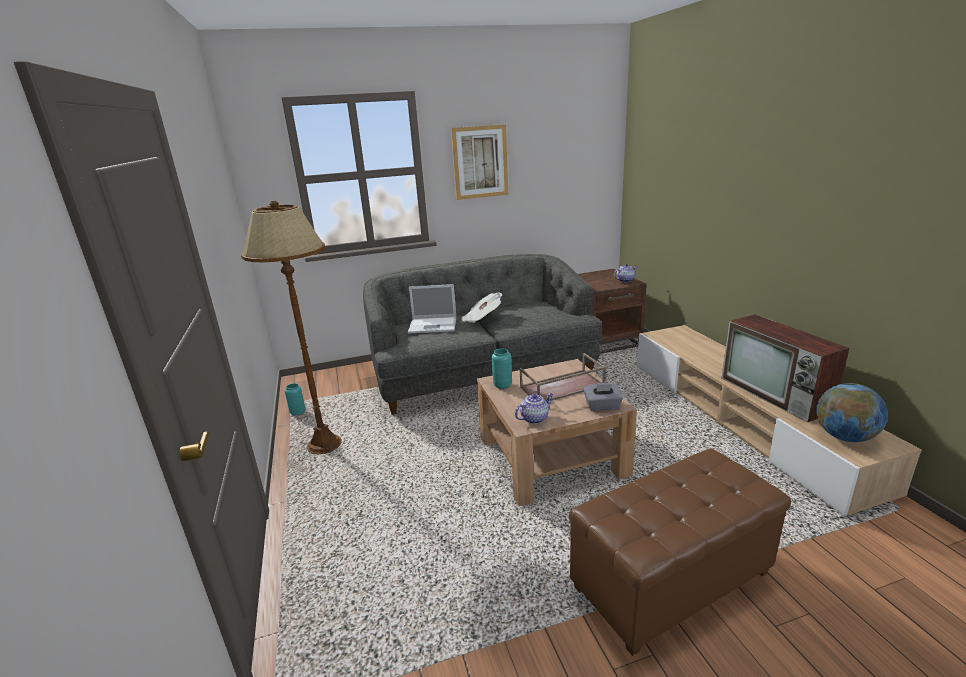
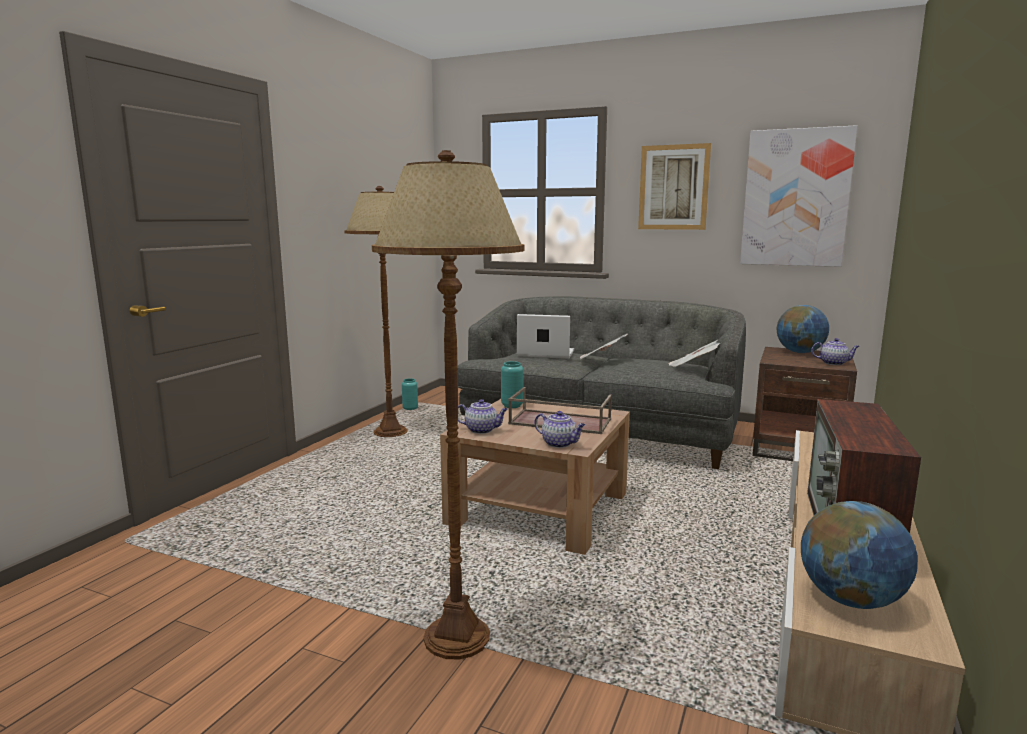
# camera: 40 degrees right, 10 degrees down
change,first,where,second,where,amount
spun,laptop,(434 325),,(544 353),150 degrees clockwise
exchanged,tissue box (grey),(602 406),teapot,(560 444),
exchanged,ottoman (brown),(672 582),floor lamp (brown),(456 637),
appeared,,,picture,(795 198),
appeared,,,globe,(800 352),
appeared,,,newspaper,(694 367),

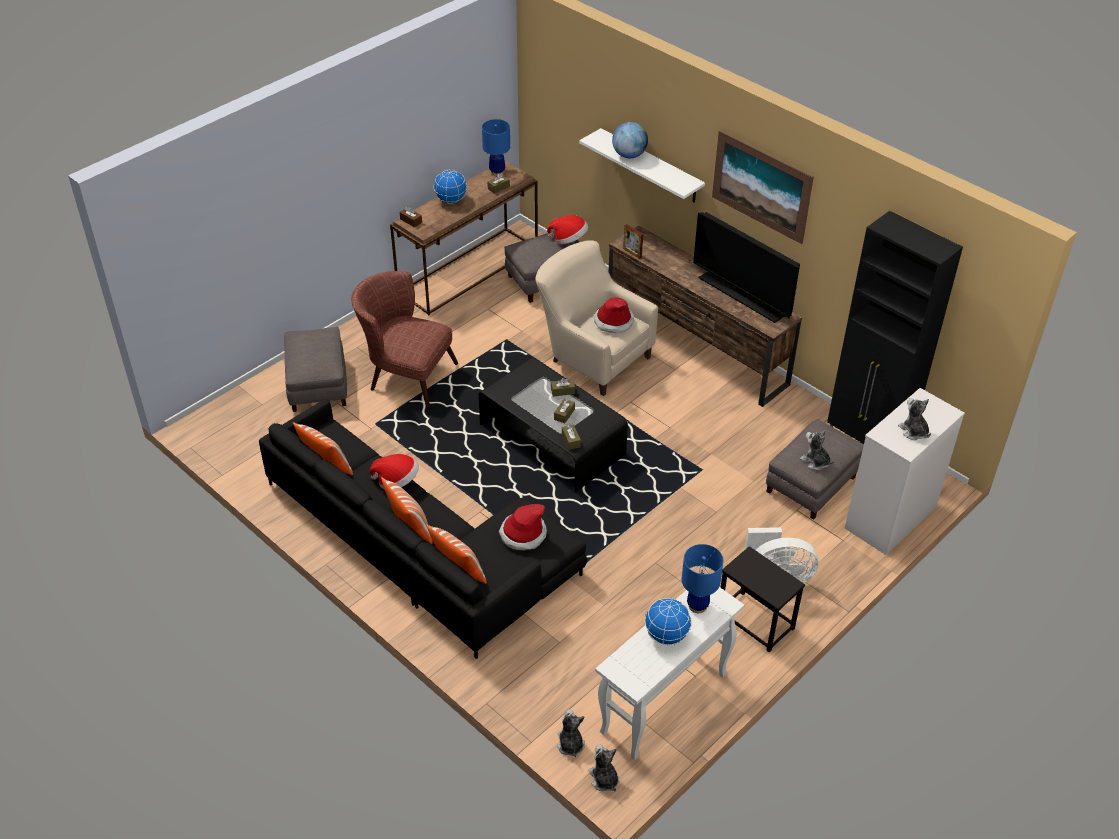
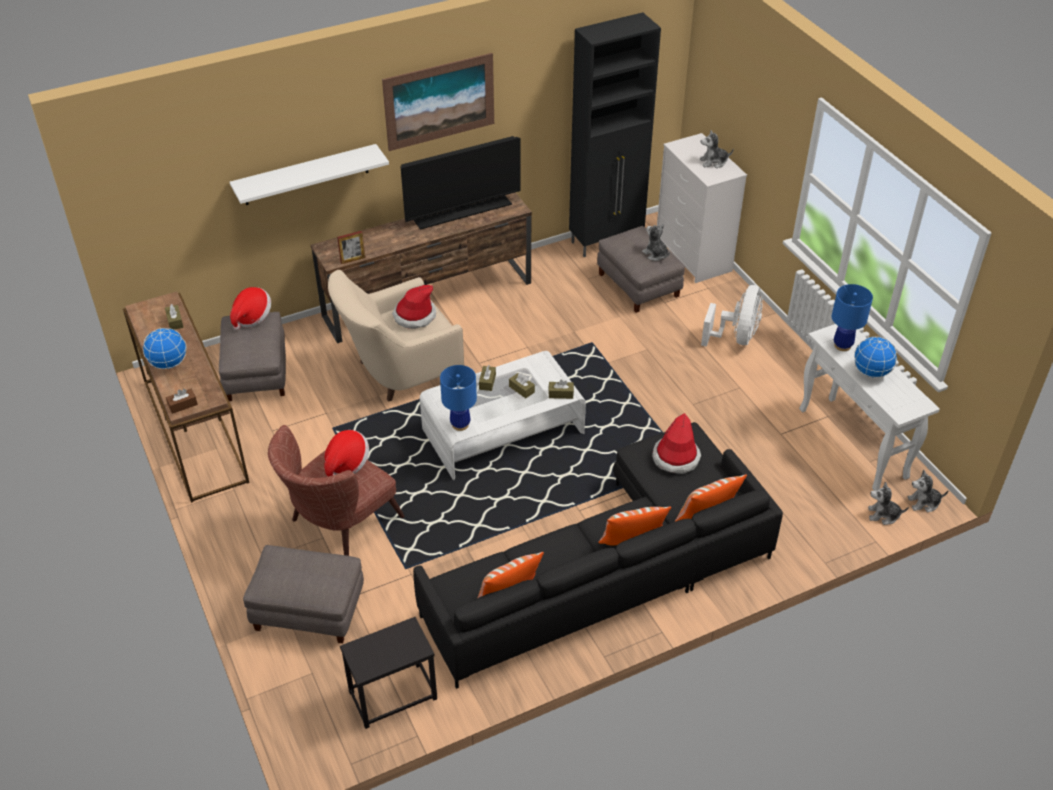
# camera: 70 degrees left, 0 degrees up
change,first,where,second,where,amount
relocated,table lamp (blue),(497 172),,(460 424),
missing,globe,(629 155),,,
colour,coffee table (black),(552 439),coffee table (white),(503 431),
spun,plush toy,(815 461),,(655 254),75 degrees clockwise
relocated,hat,(397 481),,(346 464),
relocated,side table (black),(754 621),,(393 696),

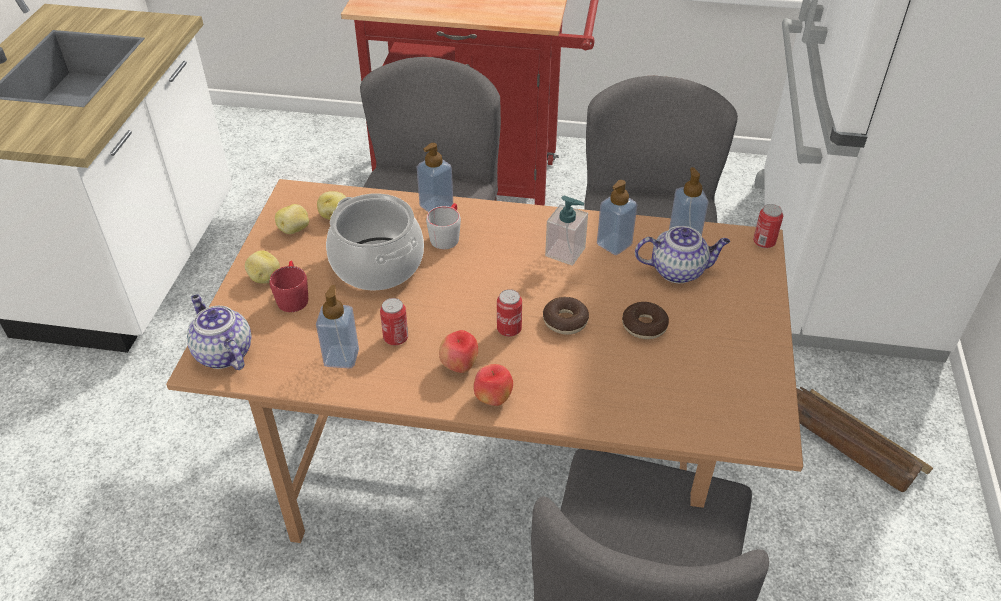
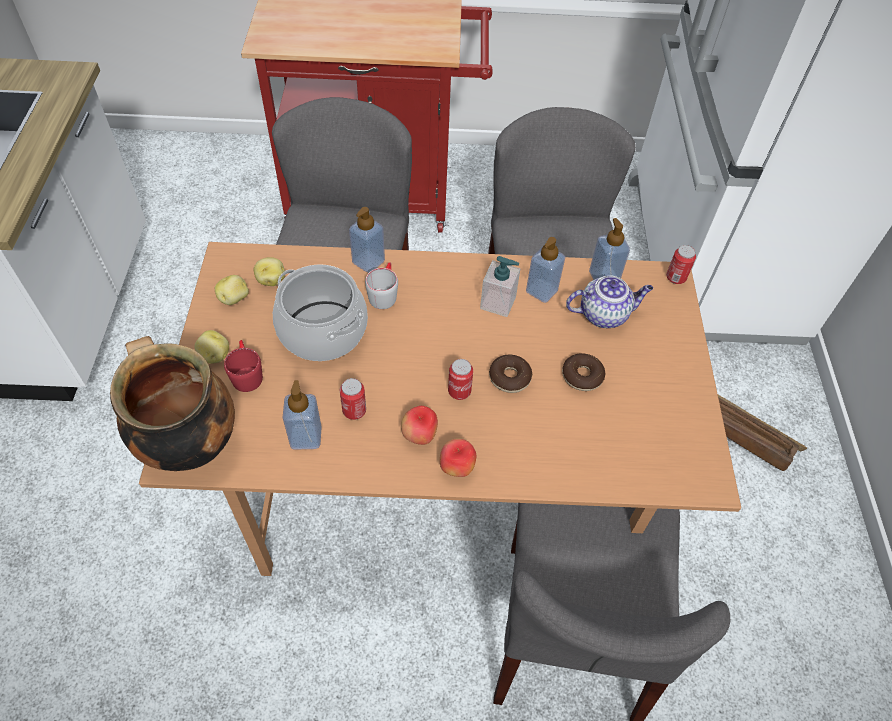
# camera: 10 degrees left, 10 degrees up
change,first,where,second,where,amount
exchanged,teapot,(223 353),cooking pot,(189 443),

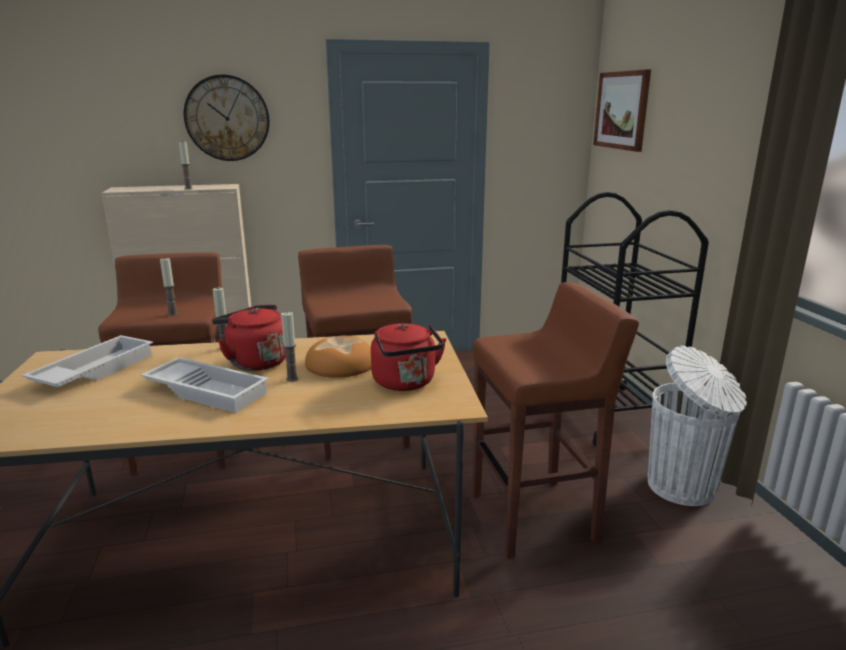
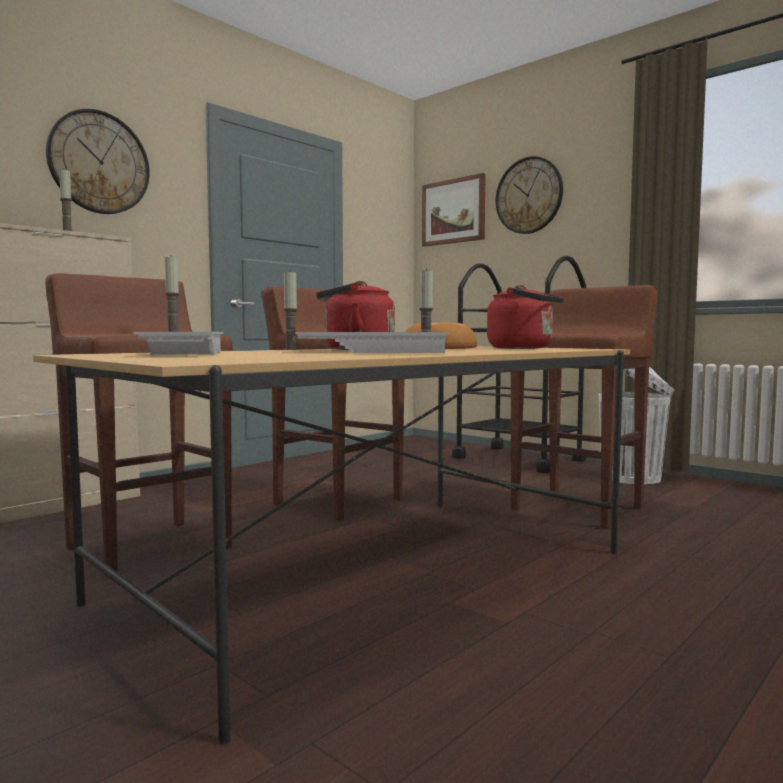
# camera: 35 degrees left, 15 degrees down
change,first,where,second,where,amount
appeared,,,wall clock,(529 195),

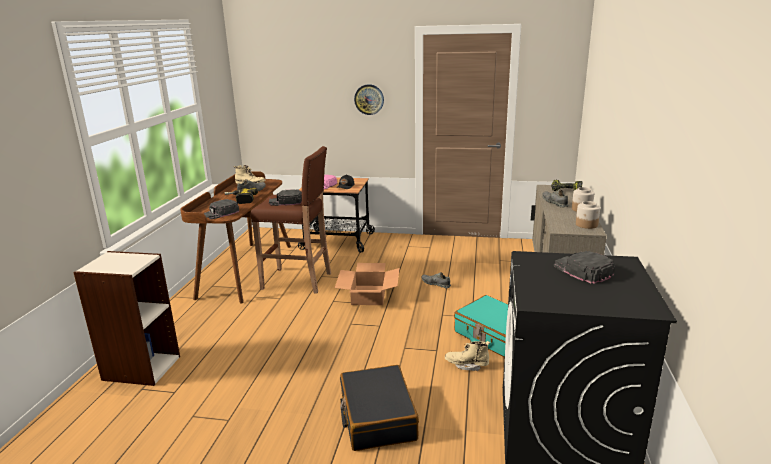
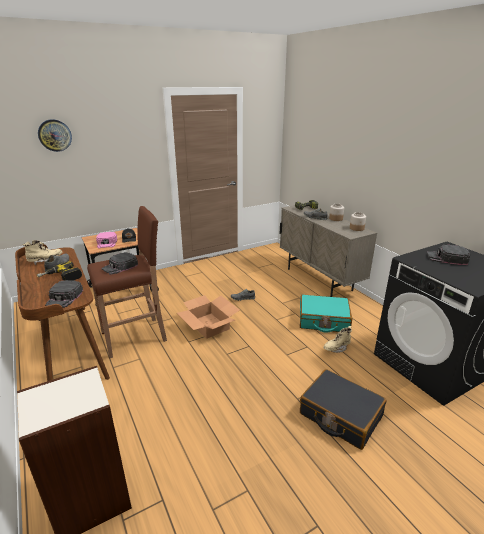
# camera: 40 degrees left, 5 degrees up
change,first,where,second,where,amount
relocated,wall clock,(369 99),,(55 135),

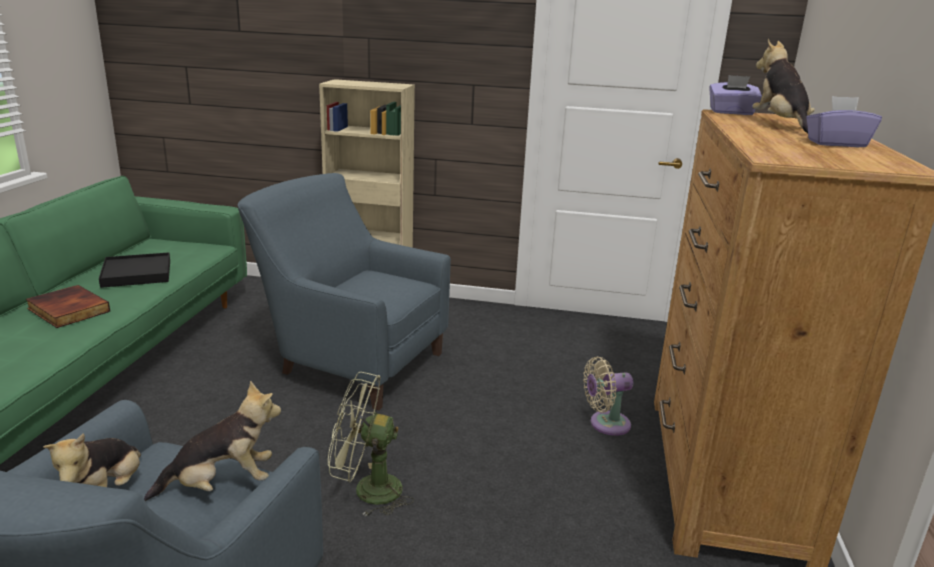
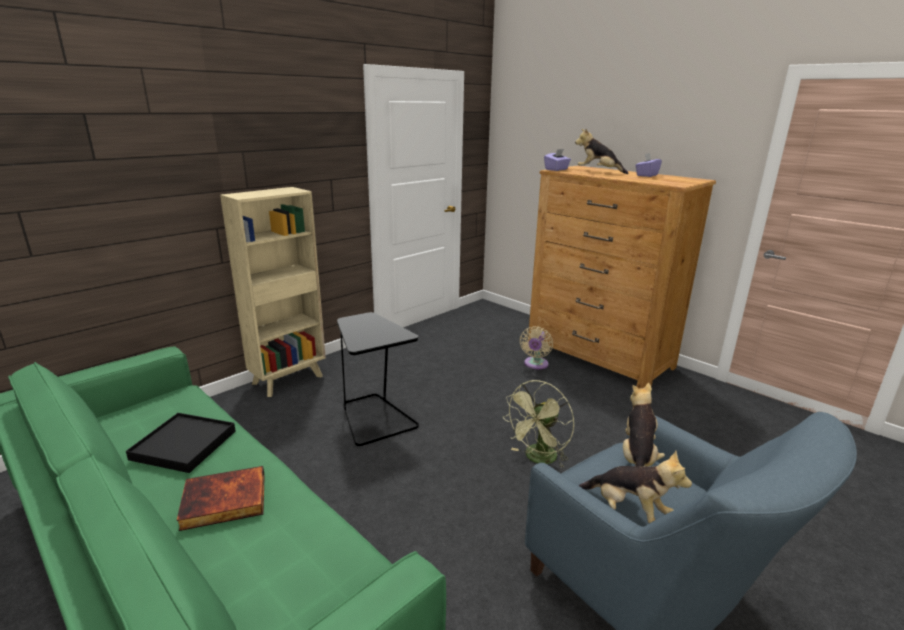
# camera: 55 degrees left, 0 degrees up
change,first,where,second,where,amount
exchanged,armchair (blue),(348 361),side table (black),(374 418),

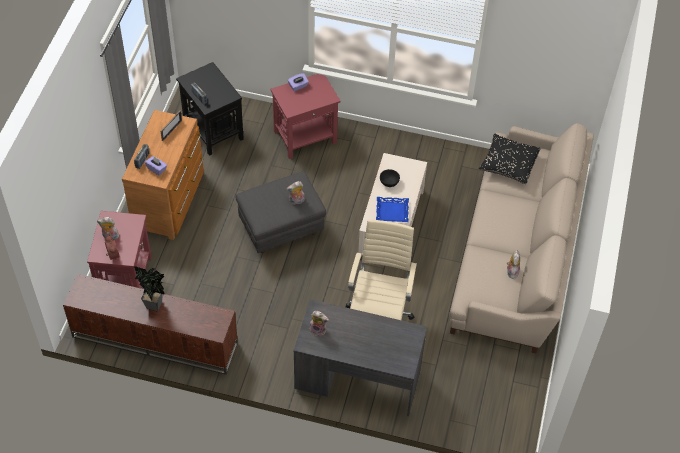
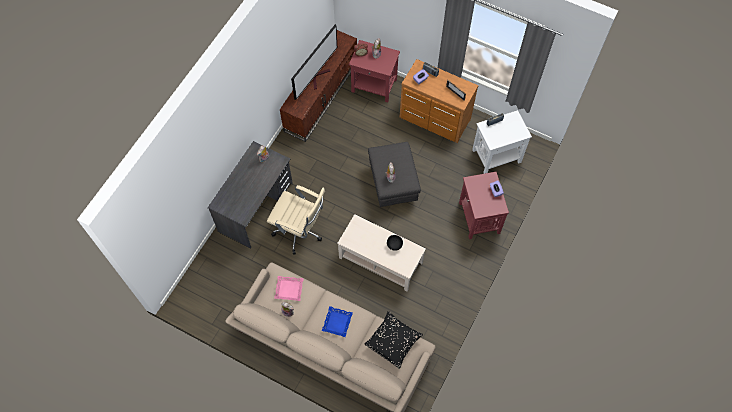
# camera: 105 degrees right, 10 degrees up
change,first,where,second,where,amount
colour,side table (black),(213 130),side table (white),(496 155),
relocated,tray (blue),(392 211),,(337 322),
exchanged,potted plant,(155 307),television,(318 76),
appeared,,,tray (pink),(289 289),

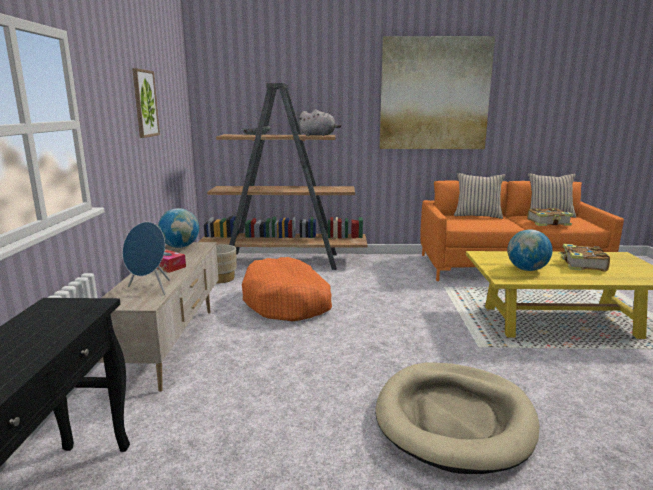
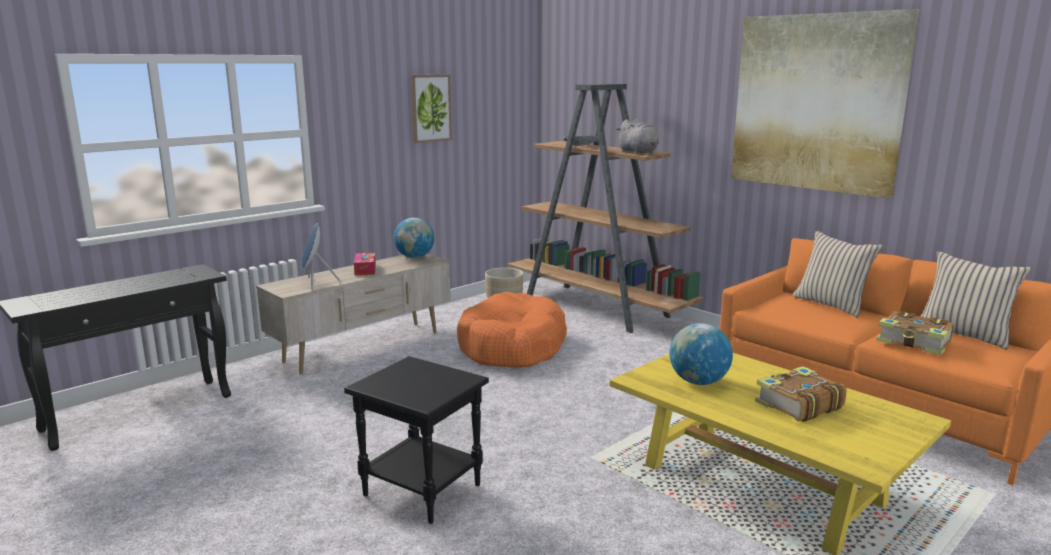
# camera: 45 degrees right, 0 degrees up
change,first,where,second,where,amount
exchanged,dog bed (beige),(454 419),side table (black),(424 489),

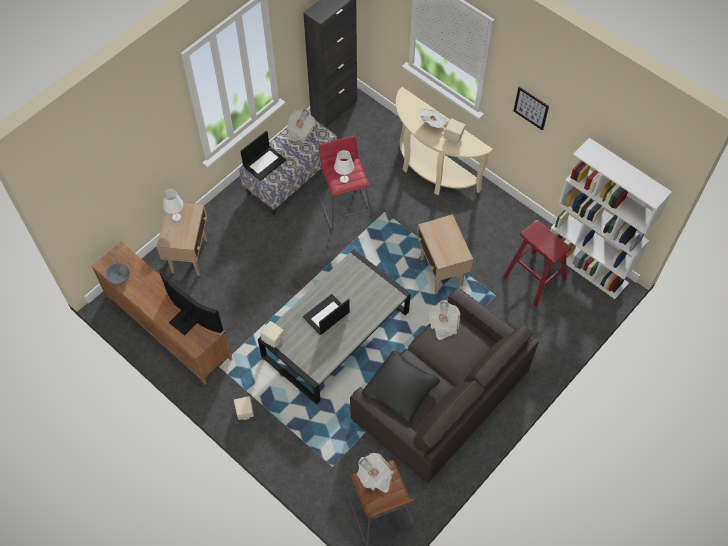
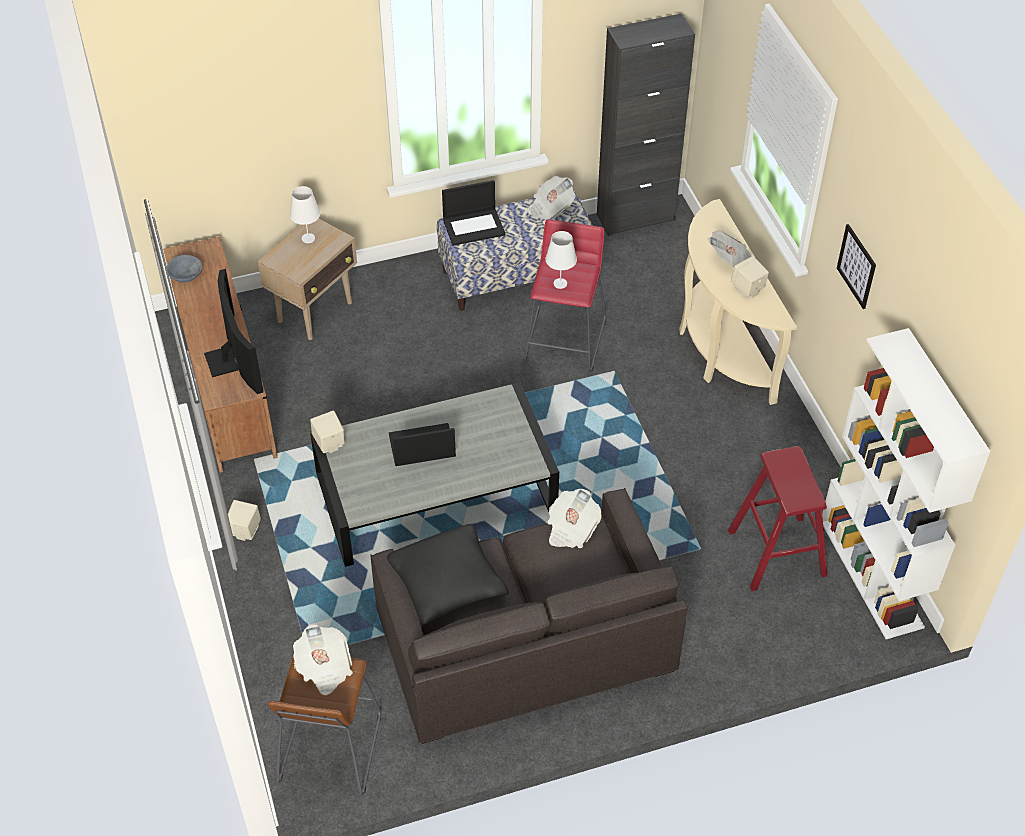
# camera: 30 degrees right, 10 degrees down
change,first,where,second,where,amount
missing,side table (beige),(441 272),,,

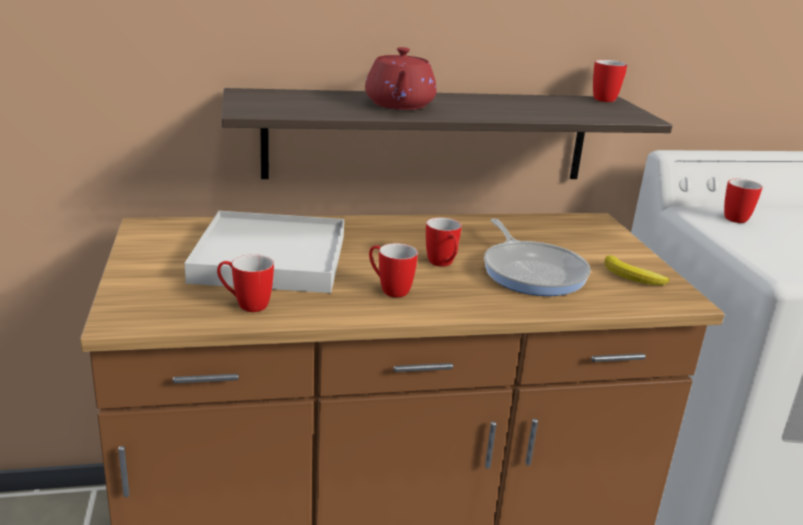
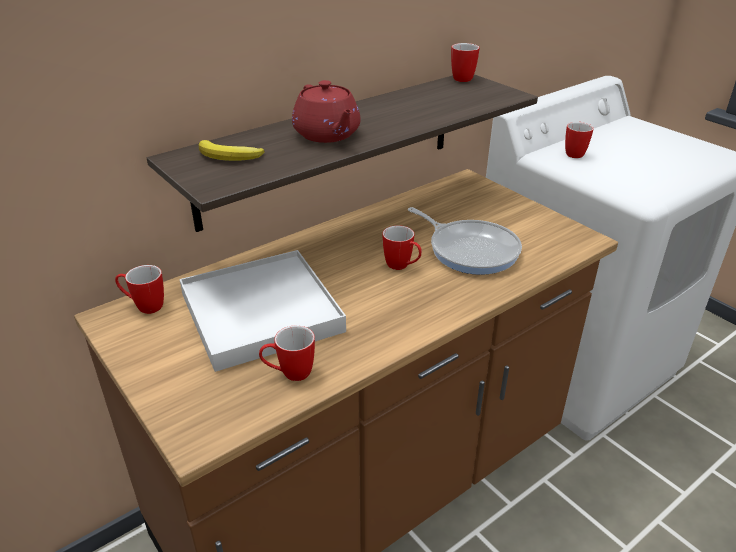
# camera: 25 degrees left, 10 degrees up
change,first,where,second,where,amount
relocated,mug,(389 289),,(144 306),
relocated,banana,(633 277),,(230 156),

